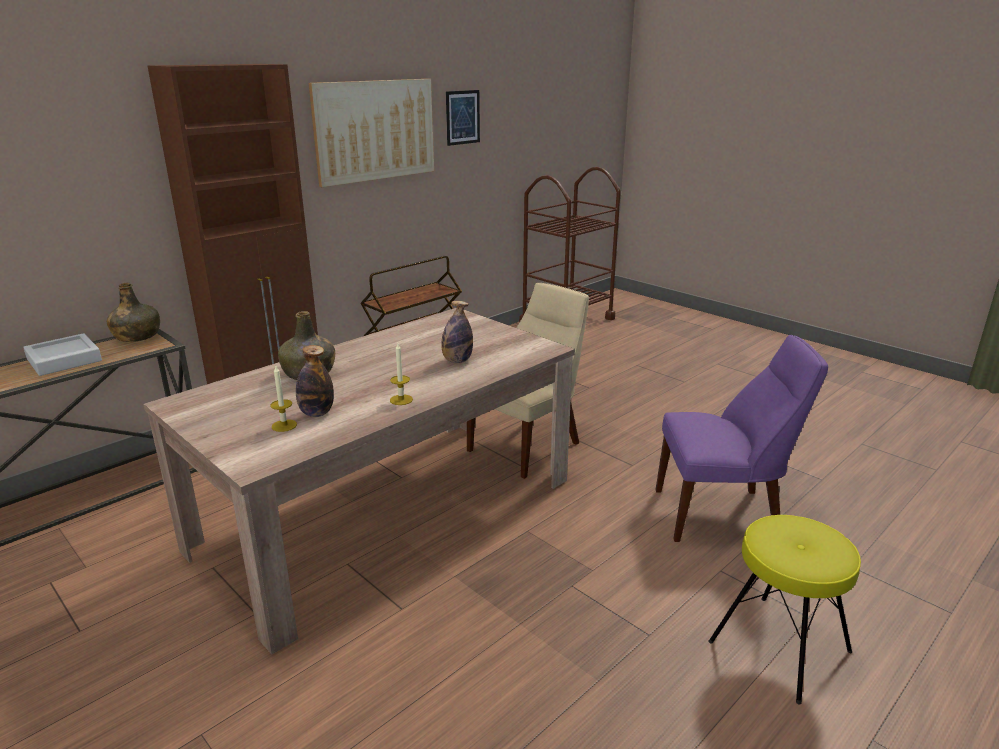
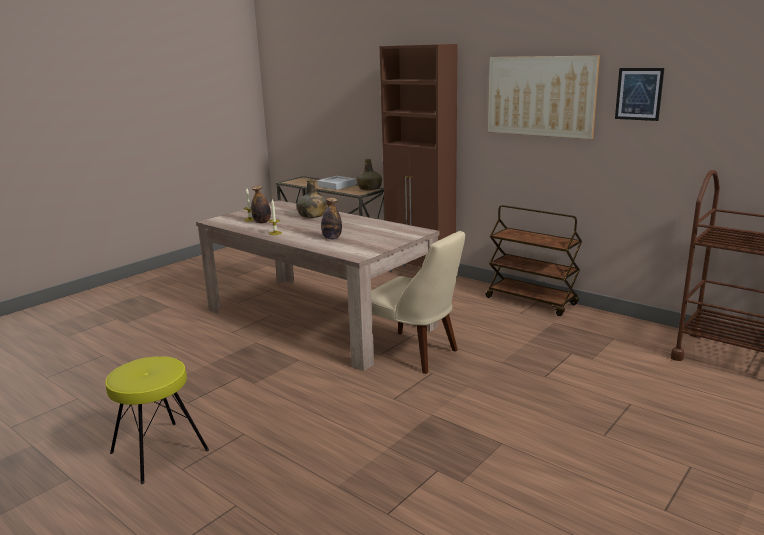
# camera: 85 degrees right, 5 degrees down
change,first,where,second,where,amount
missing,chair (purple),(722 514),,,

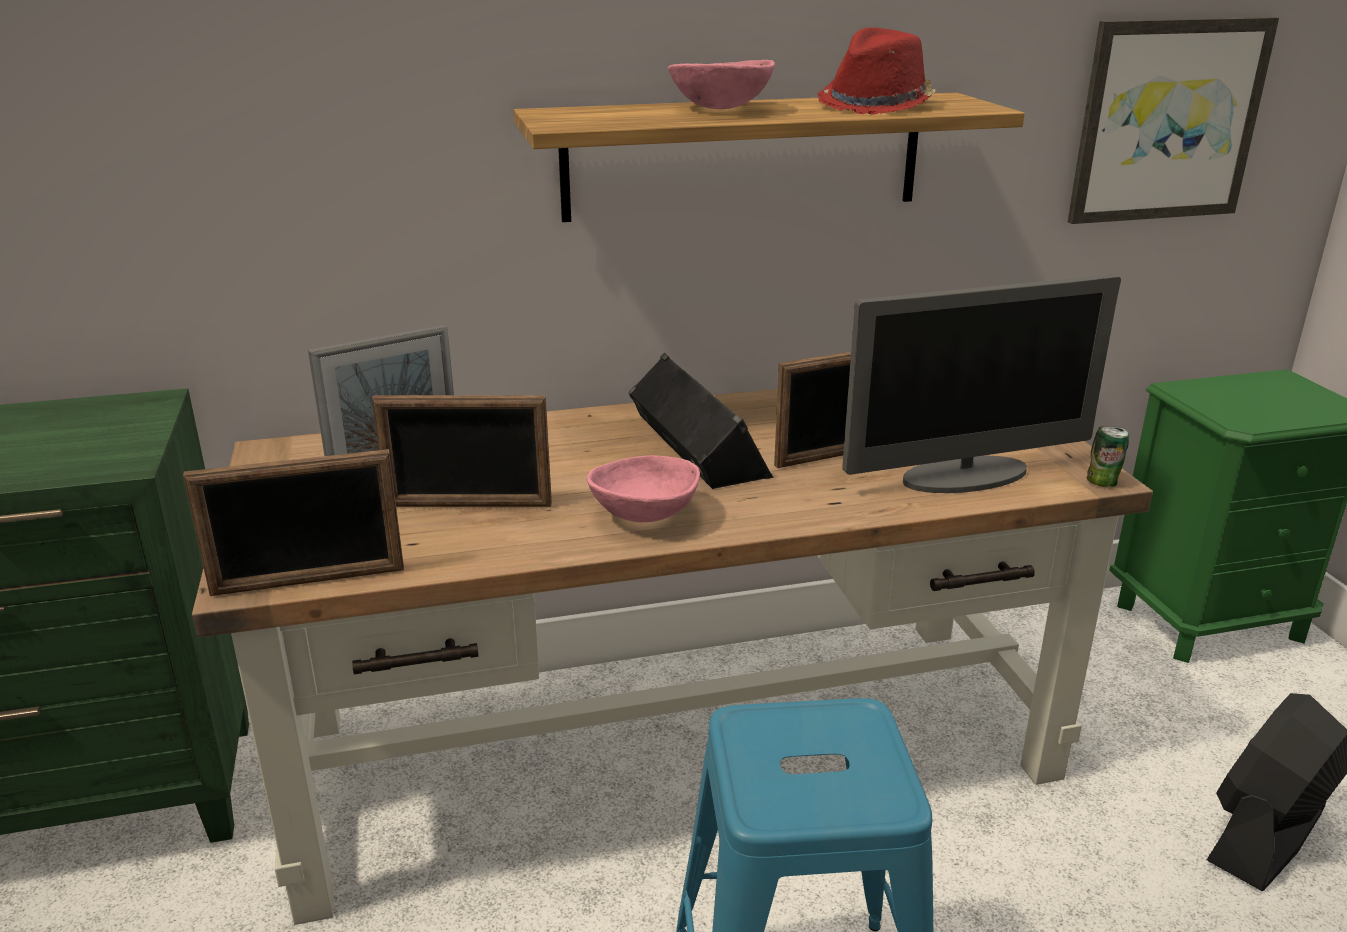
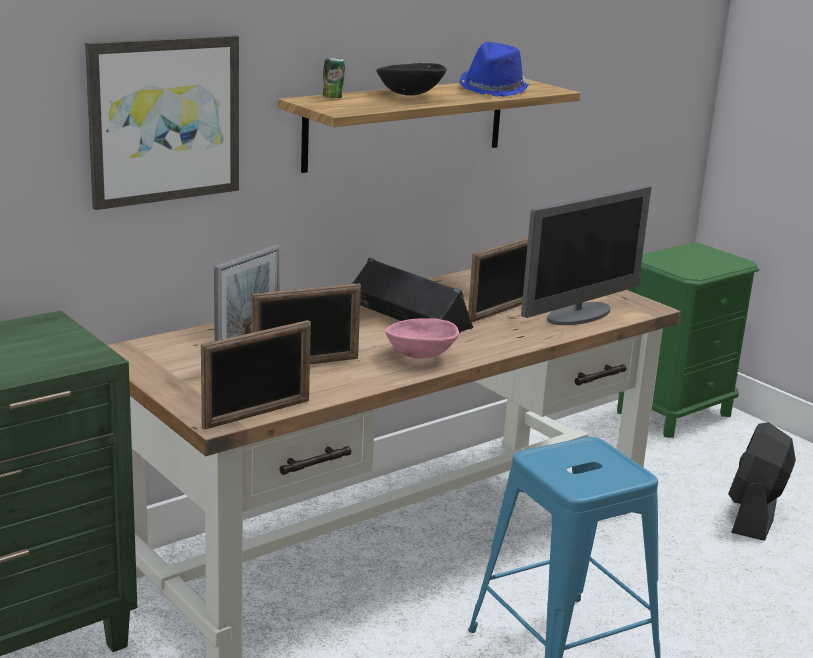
# camera: 25 degrees left, 5 degrees down
change,first,where,second,where,amount
relocated,picture,(1166 121),,(164 120),
colour,hat (red),(877 106),hat (blue),(494 89),
colour,bowl (pink),(720 109),bowl (black),(409 95),
relocated,can,(1103 482),,(333 97),

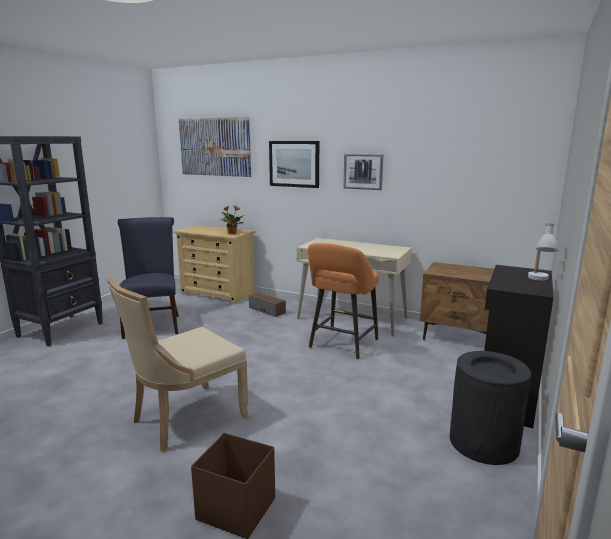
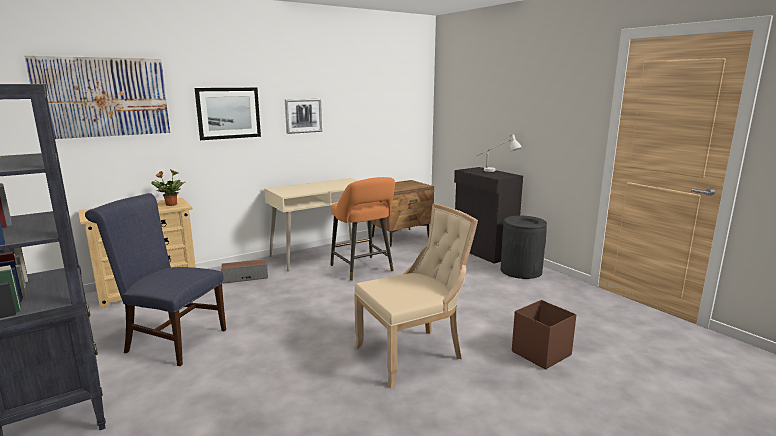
# camera: 60 degrees left, 0 degrees up
change,first,where,second,where,amount
spun,chair (beige),(185 419),,(413 354),105 degrees counterclockwise

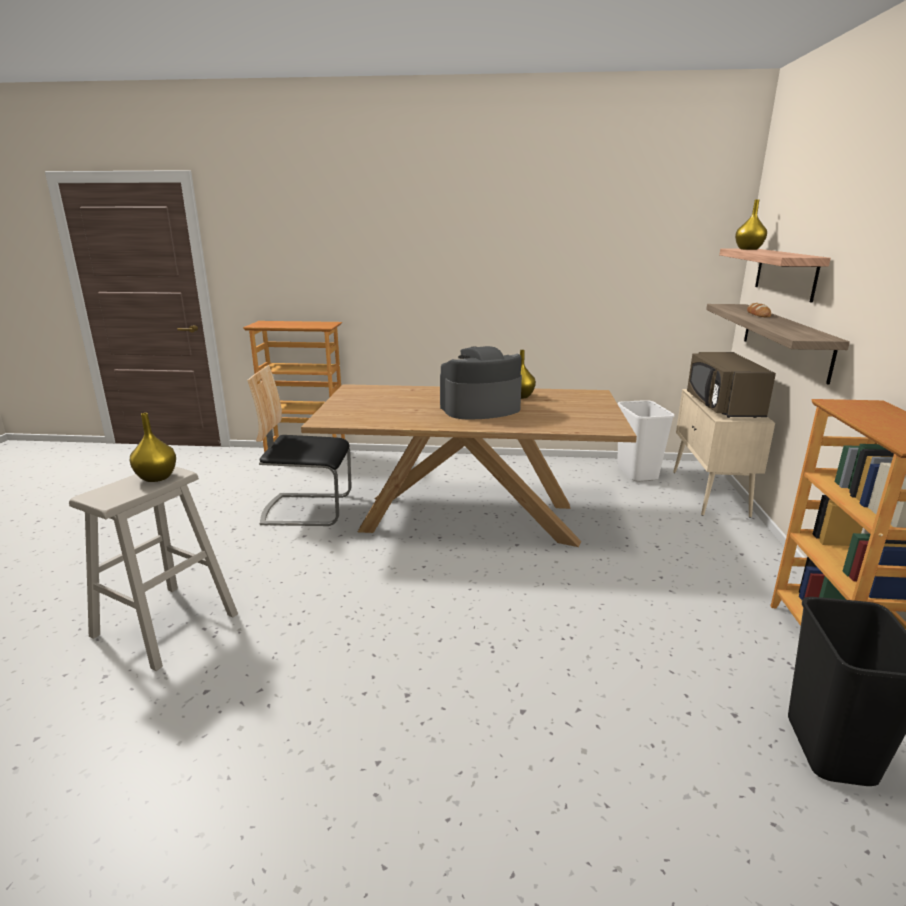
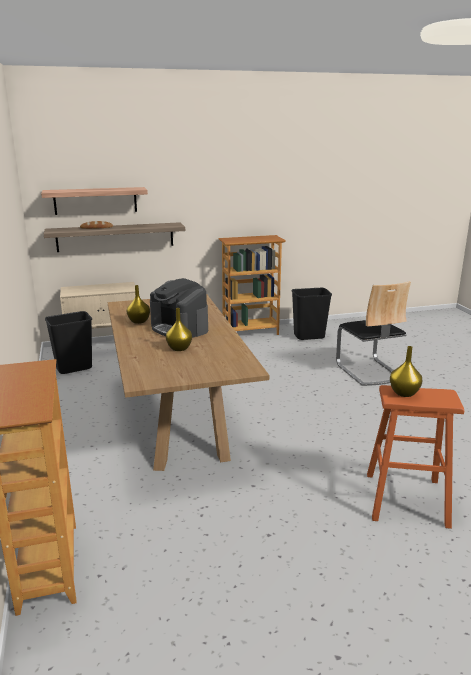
# camera: 110 degrees left, 0 degrees up
change,first,where,second,where,amount
relocated,vase (yellow),(749 249),,(179 348),
missing,microwave (brown),(722 406),,,
relocated,chair,(307 509),,(368 371),
colour,trash can (white),(638 474),trash can (black),(74 368),
colour,stool (beige),(165 624),stool (orange),(405 499),

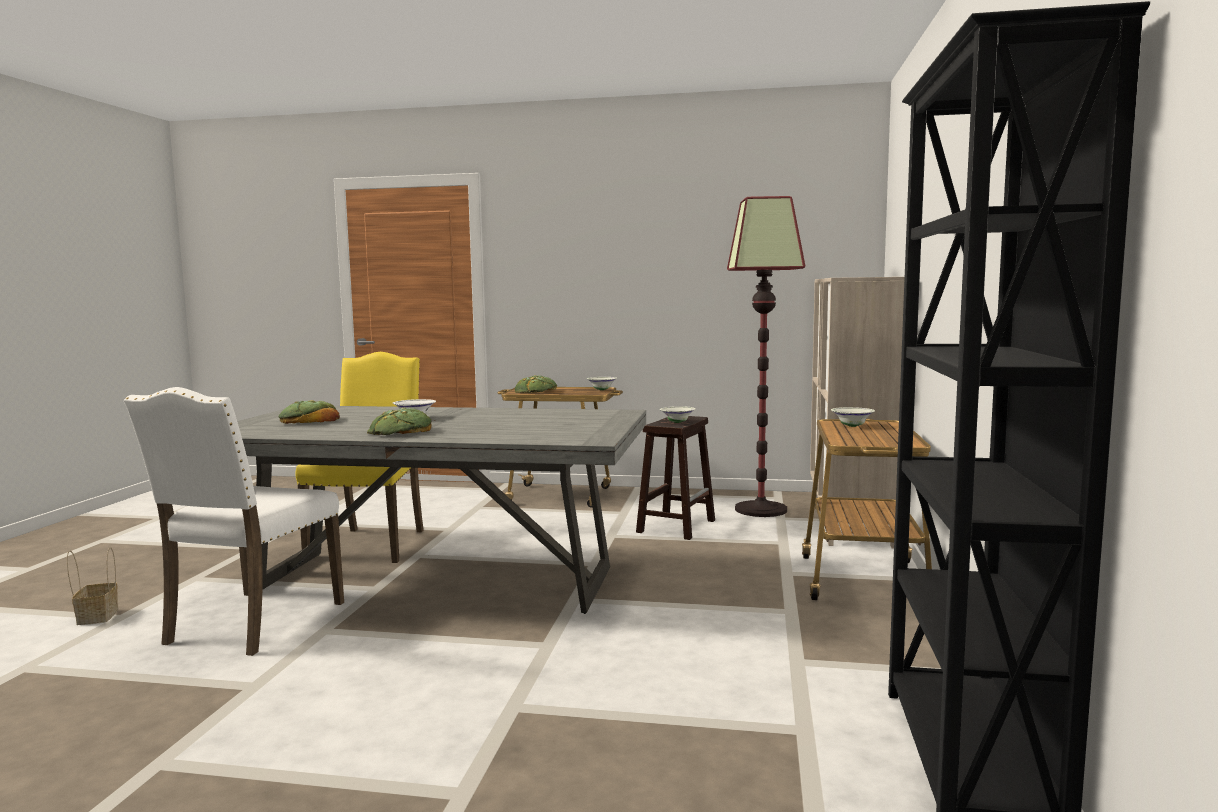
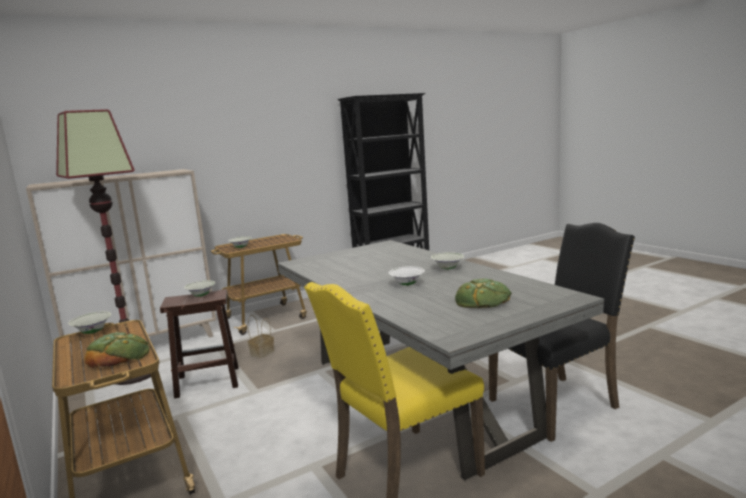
# camera: 130 degrees left, 5 degrees up
change,first,where,second,where,amount
colour,chair (white),(251 623),chair (black),(557 404),
exchanged,bread,(401 431),bowl (white),(447 269),
relocated,basket,(97 616),,(262 353),

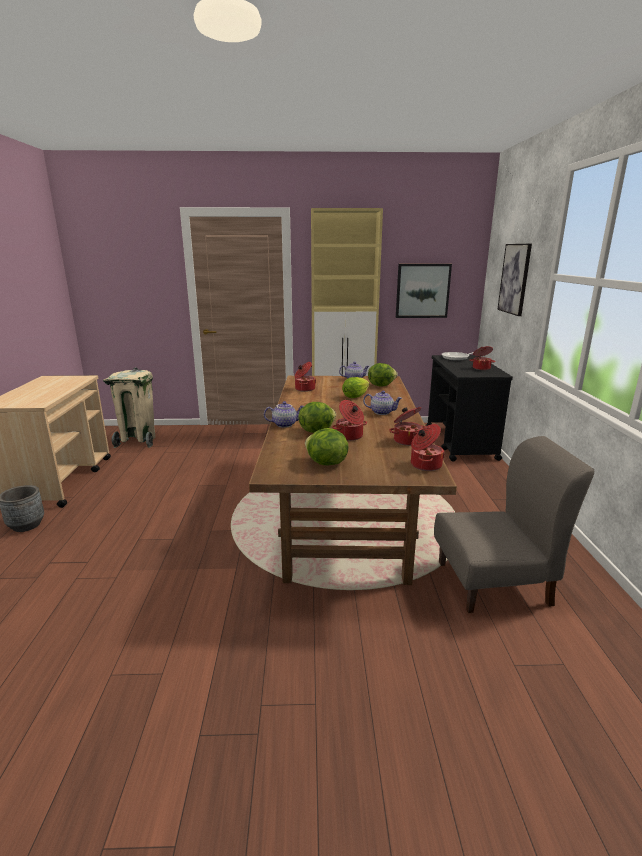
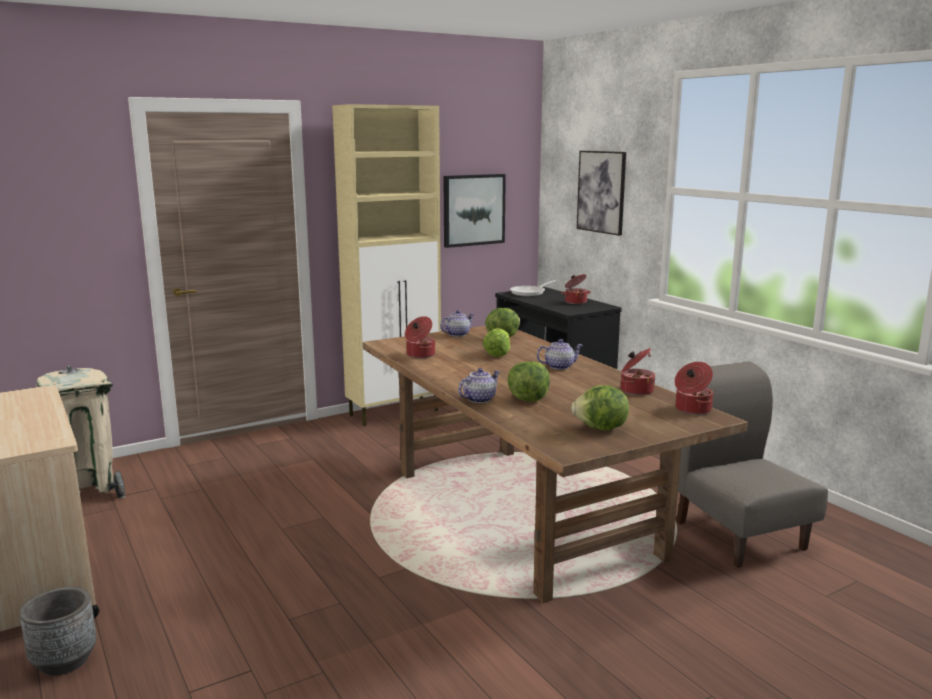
# camera: 30 degrees left, 5 degrees down
change,first,where,second,where,amount
missing,cooking pot,(349 436),,,
spun,chair (grey),(494 583),,(739 534),75 degrees counterclockwise

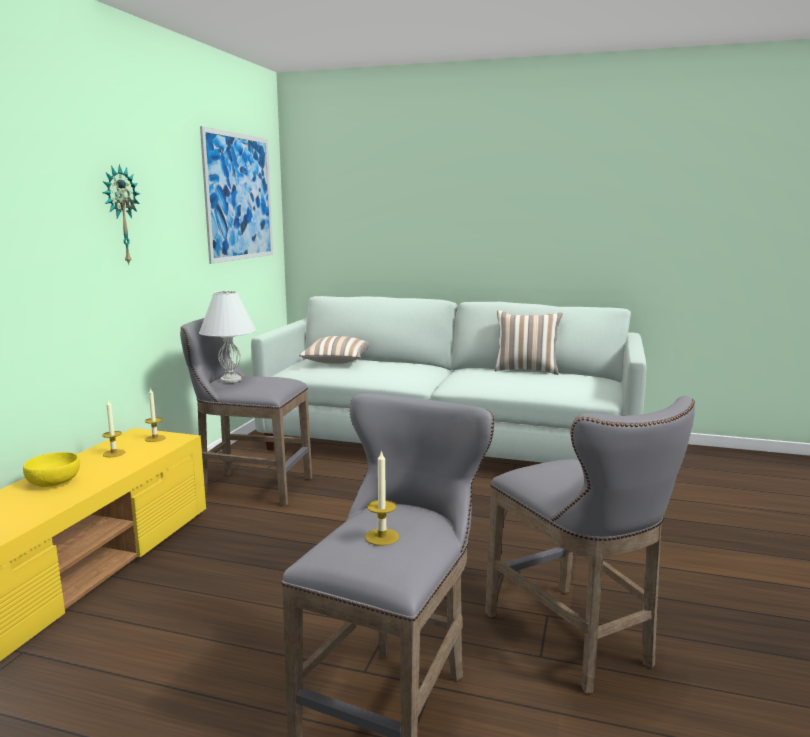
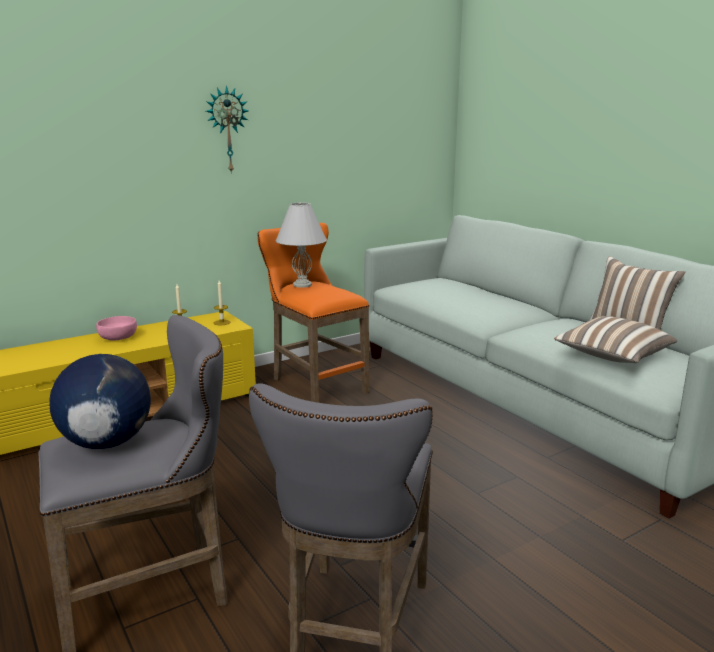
# camera: 40 degrees right, 5 degrees up
change,first,where,second,where,amount
missing,picture,(239 197),,,
colour,stool (grey),(250 486),stool (orange),(314 385),
relocated,pillow,(336 362),,(612 356),
exchanged,candle,(382 537),globe,(106 443),
colour,bowl (yellow),(55 482),bowl (pink),(118 338),

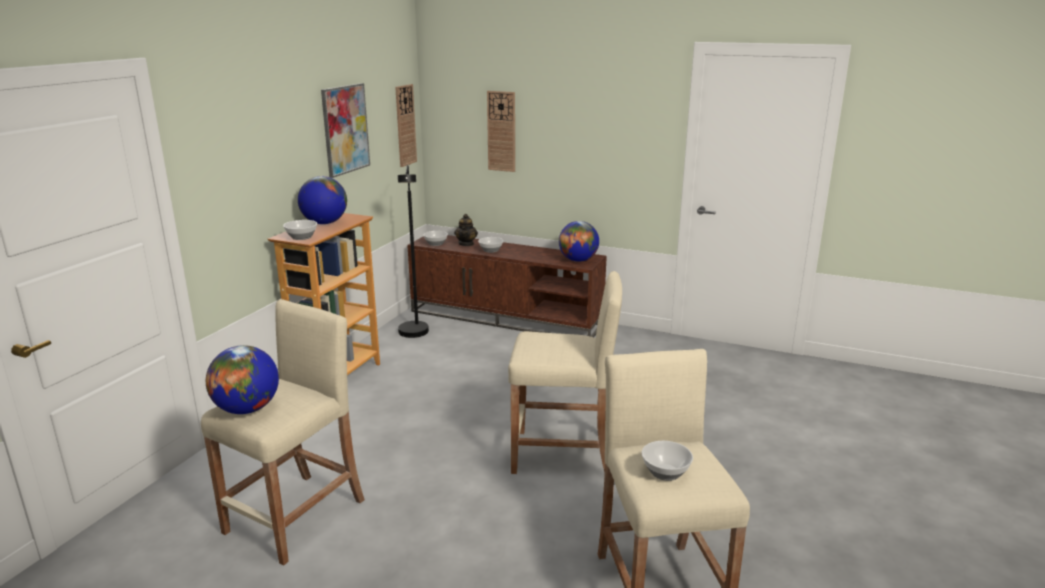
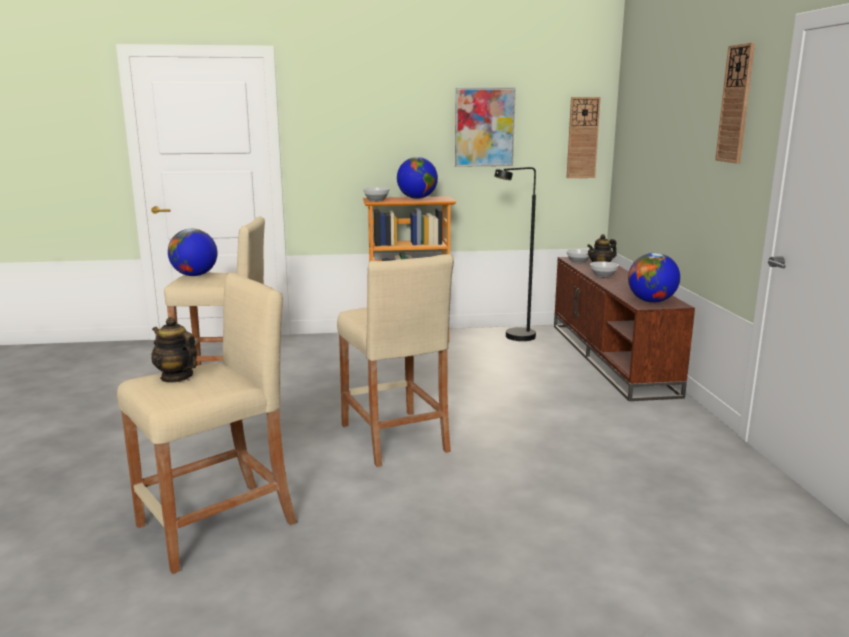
# camera: 60 degrees right, 5 degrees down
change,first,where,second,where,amount
relocated,wall clock,(501 131),,(735 104),
exchanged,bowl,(666 472),teapot,(176 377),

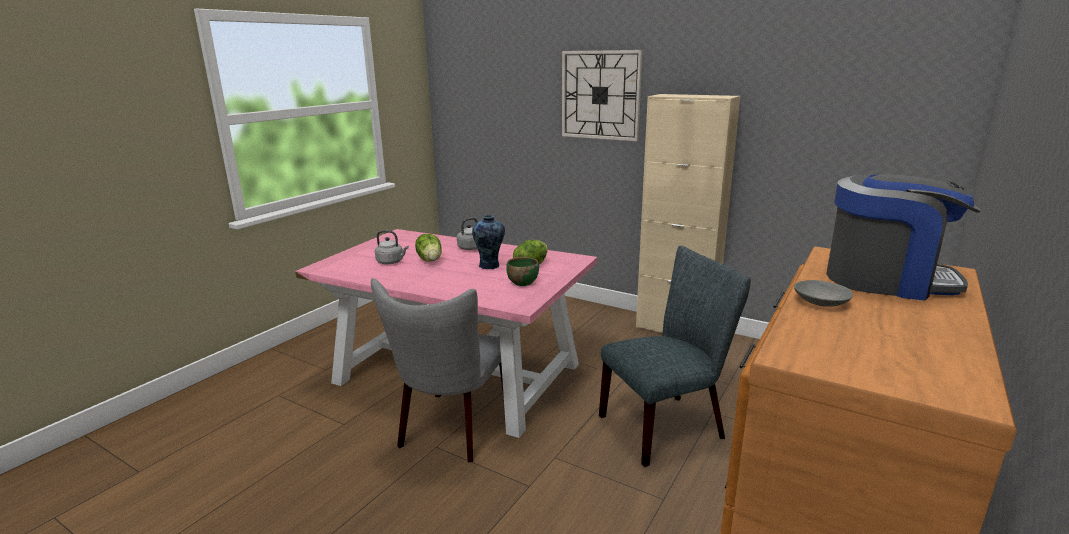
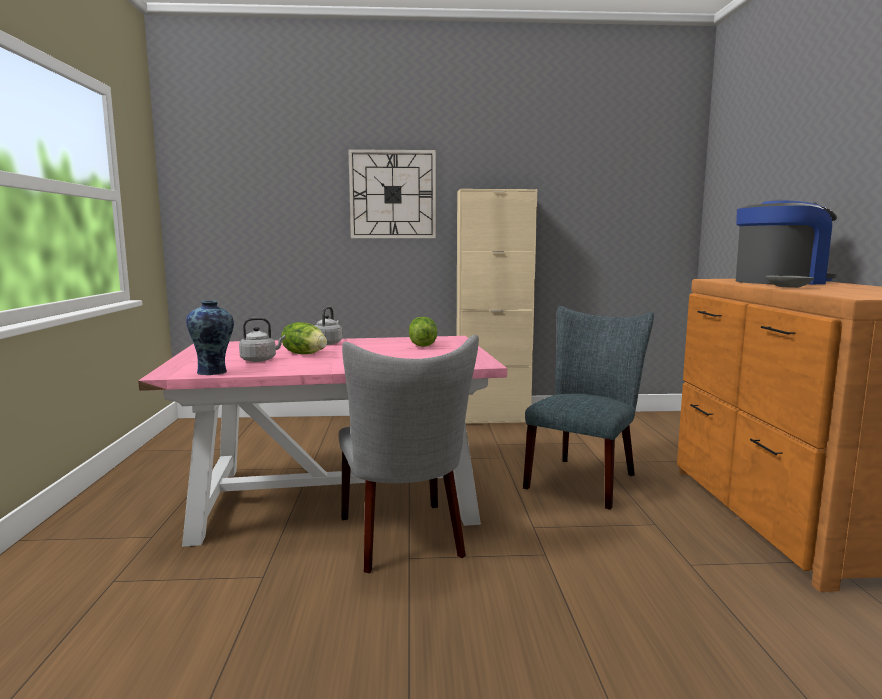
# camera: 35 degrees left, 10 degrees down
change,first,where,second,where,amount
relocated,vase,(490 266),,(213 372),
missing,bowl (green),(522 282),,,

